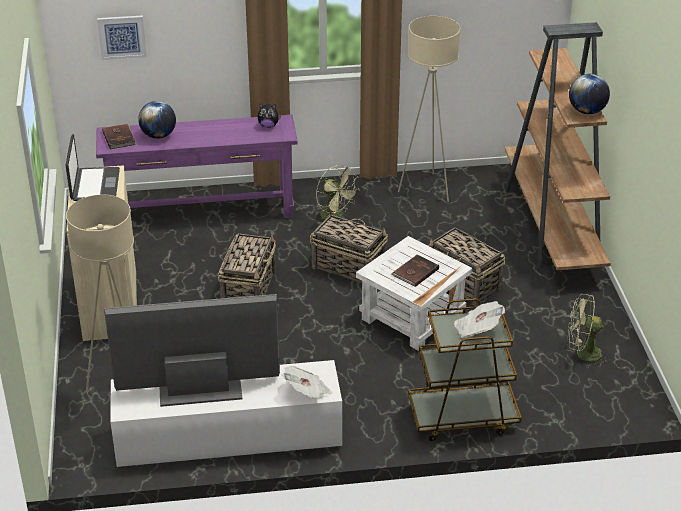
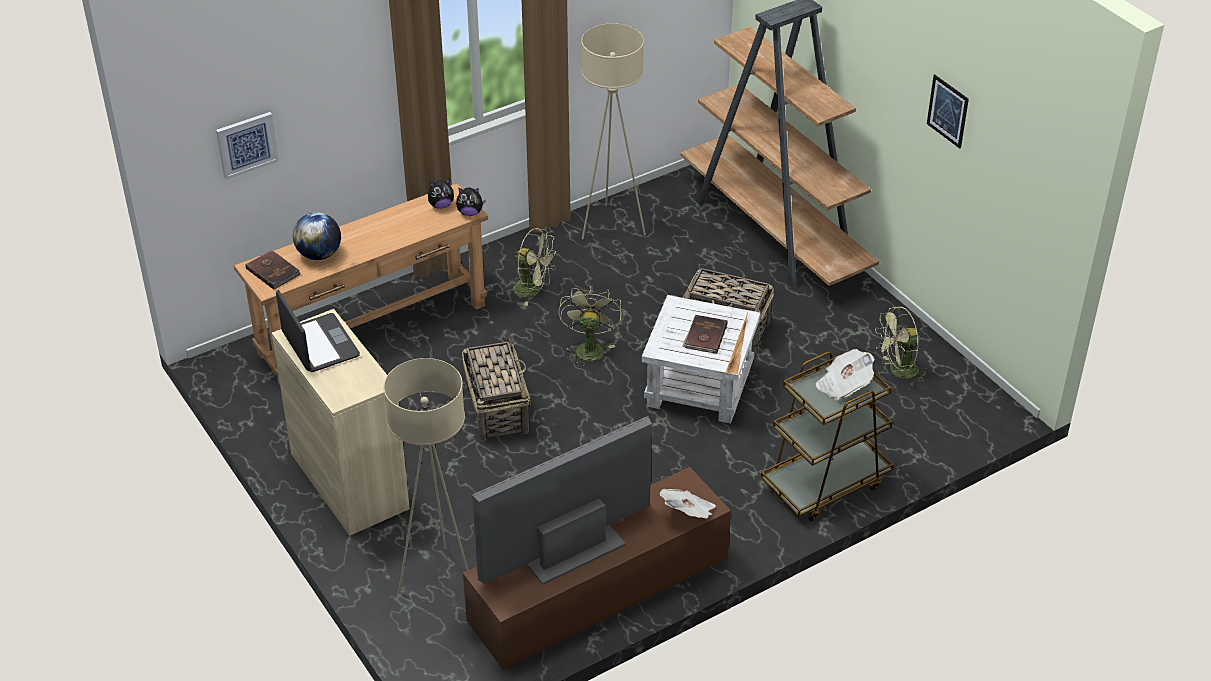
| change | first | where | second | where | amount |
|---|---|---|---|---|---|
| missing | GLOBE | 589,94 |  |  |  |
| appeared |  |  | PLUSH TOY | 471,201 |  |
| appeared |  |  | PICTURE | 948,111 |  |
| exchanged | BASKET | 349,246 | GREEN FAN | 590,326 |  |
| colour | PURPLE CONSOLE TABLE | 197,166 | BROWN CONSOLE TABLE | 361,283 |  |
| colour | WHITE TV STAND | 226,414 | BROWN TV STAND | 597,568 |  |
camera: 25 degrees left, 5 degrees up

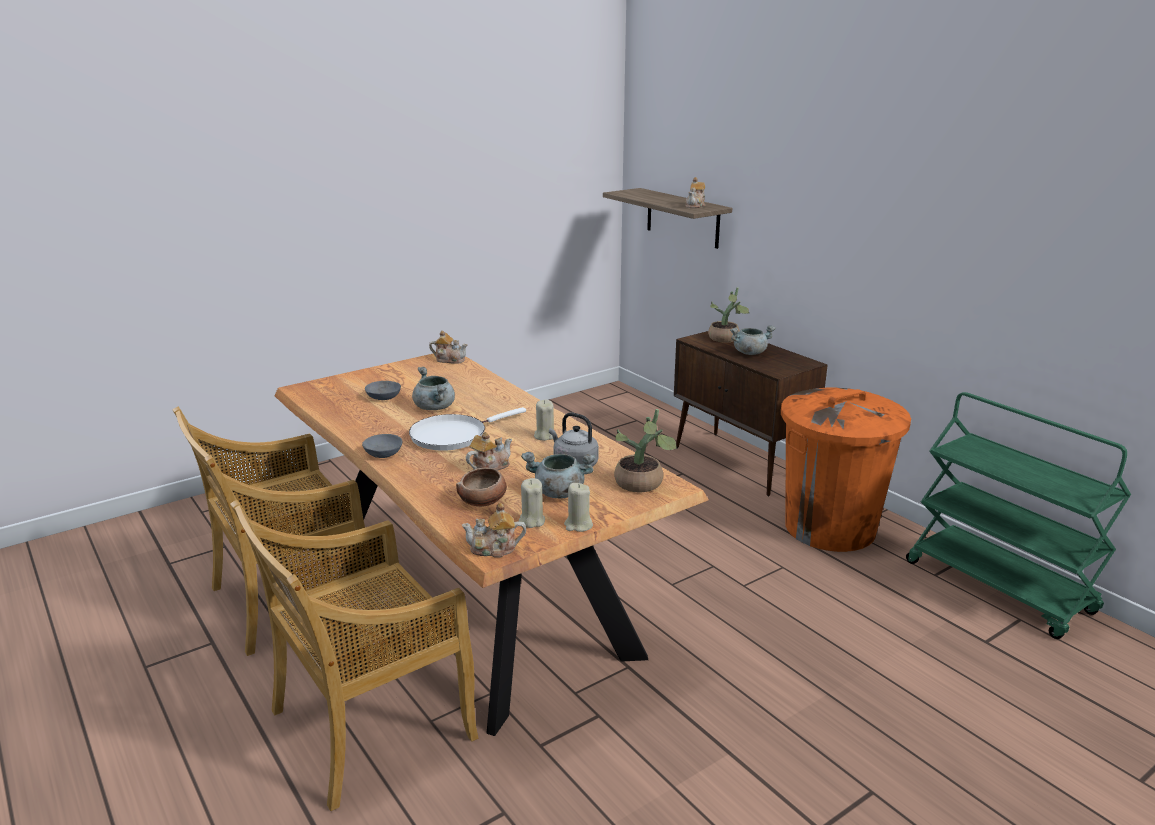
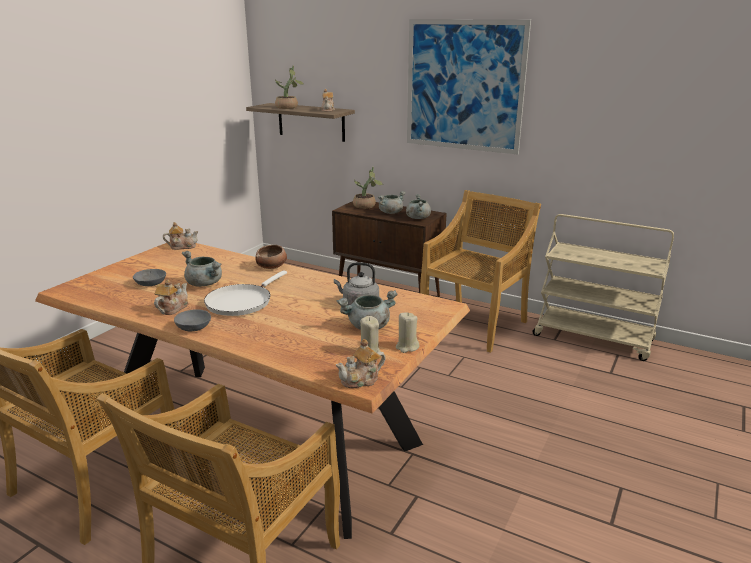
| change | first | where | second | where | amount |
|---|---|---|---|---|---|
| missing | BEIGE CANDLE | 544,420 |  |  |  |
| appeared |  |  | GREY COOKING POT | 418,206 |  |
| appeared |  |  | PICTURE | 469,86 |  |
| relocated | BOWL | 481,487 |  | 271,257 |  |
| relocated | TEAPOT | 489,451 |  | 171,297 |  |
| relocated | POTTED PLANT | 645,450 |  | 289,87 |  |
| exchanged | ORANGE TRASH CAN | 846,470 | BEIGE CHAIR | 480,271 |  |
| colour | GREEN CART | 1018,515 | BEIGE CART | 603,287 |  |
camera: 25 degrees left, 0 degrees up

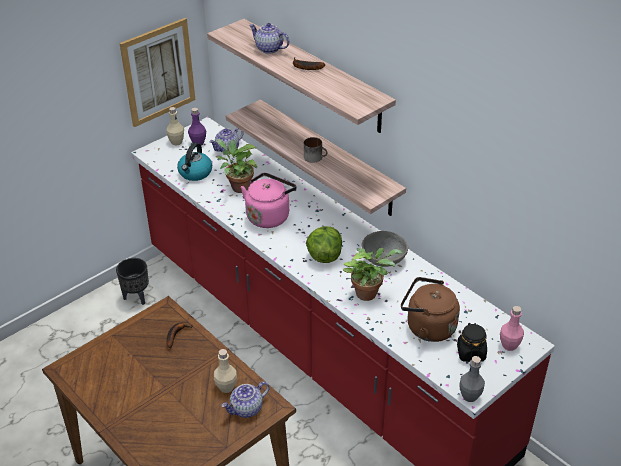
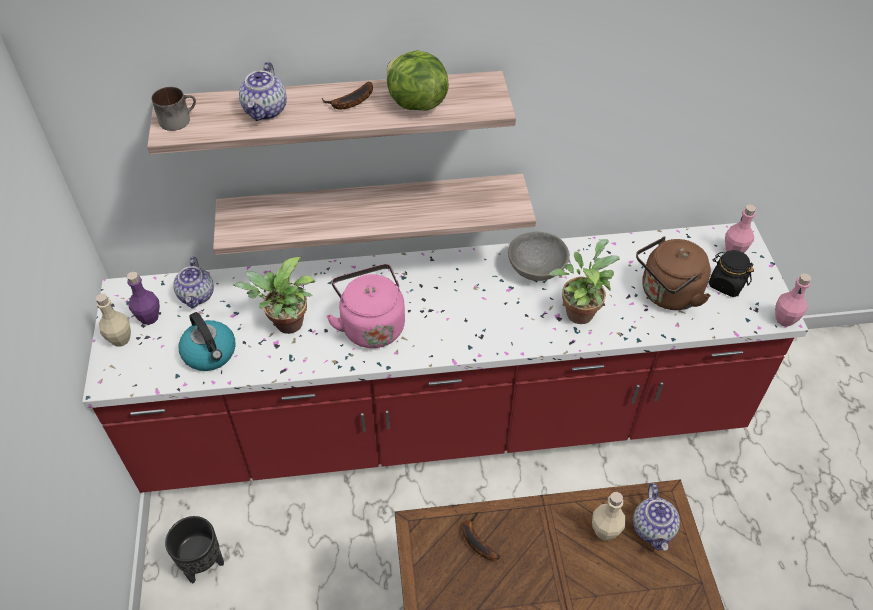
| change | first | where | second | where | amount |
|---|---|---|---|---|---|
| missing | PICTURE | 157,72 |  |  |  |
| relocated | MUG | 316,150 |  | 173,109 |  |
| relocated | LETTUCE | 324,244 |  | 417,80 |  |
| colour | GREY BOTTLE | 472,379 | PINK BOTTLE | 793,300 |  |
| spun | TEAPOT | 269,38 |  | 263,91 | 60 degrees counterclockwise |
camera: 55 degrees left, 10 degrees up

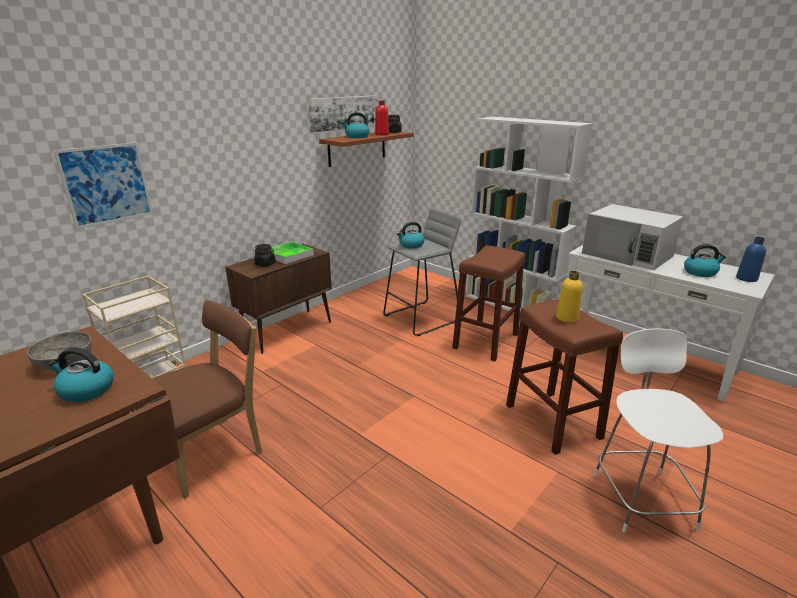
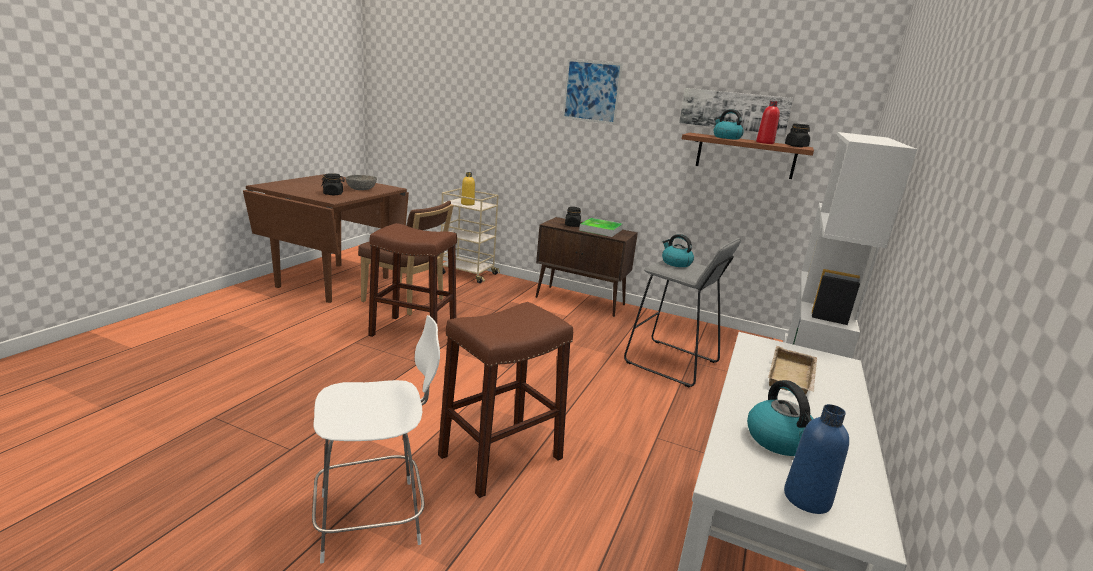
| change | first | where | second | where | amount |
|---|---|---|---|---|---|
| relocated | PICTURE | 103,185 |  | 592,91 |  |
| relocated | BROWN STOOL | 488,303 |  | 412,280 |  |
| relocated | YELLOW BOTTLE | 569,297 |  | 468,189 |  |
| exchanged | KETTLE | 81,374 | BLACK JAR | 333,184 |  |
| exchanged | WHITE MICROWAVE | 632,237 | BEIGE TRAY | 792,370 |  |
camera: 70 degrees right, 5 degrees down

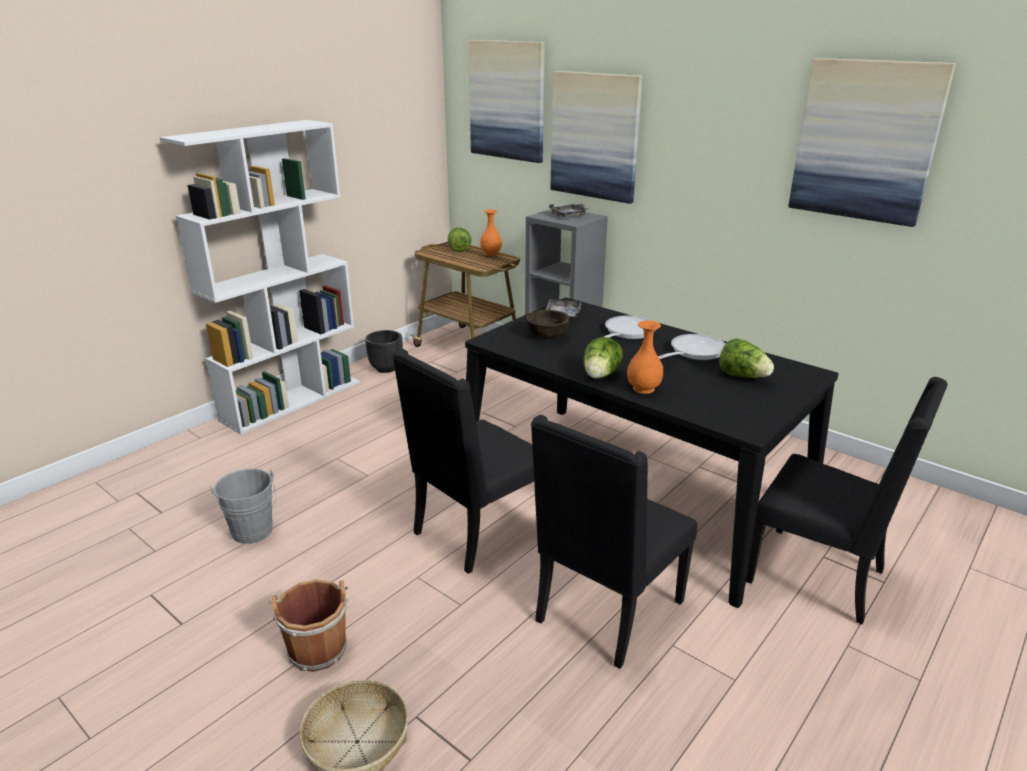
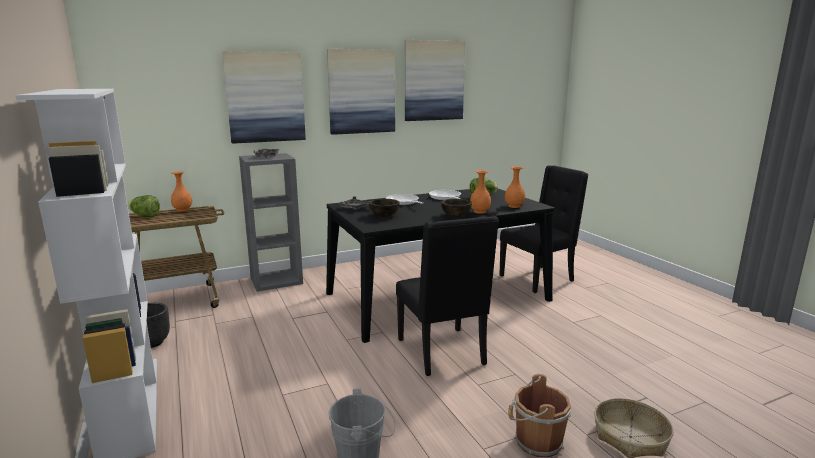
| change | first | where | second | where | amount |
|---|---|---|---|---|---|
| missing | BLACK CHAIR | 614,542 |  |  |  |
| appeared |  |  | ORANGE VASE | 515,187 |  |
| relocated | PICTURE | 506,101 |  | 361,92 |  |
| exchanged | LETTUCE | 603,358 | BROWN BOWL | 456,208 |  |
camera: 65 degrees left, 10 degrees down

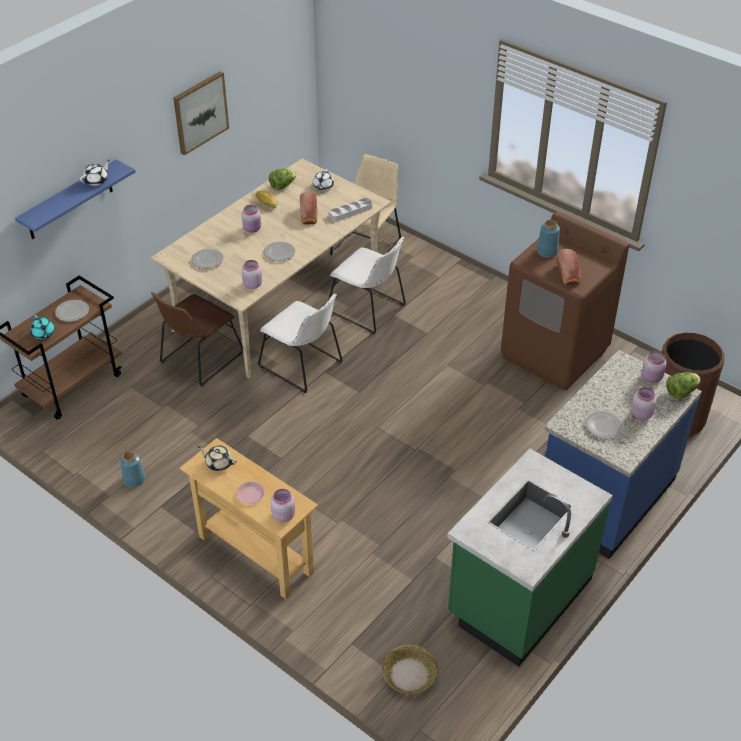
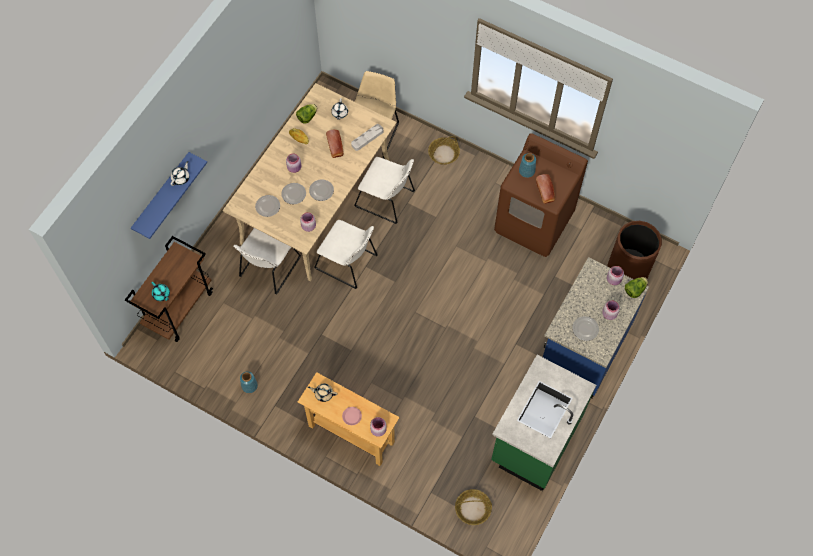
| change | first | where | second | where | amount |
|---|---|---|---|---|---|
| missing | PICTURE | 201,113 |  |  |  |
| appeared |  |  | BASKET | 444,150 |  |
| relocated | PLATE | 72,311 |  | 293,193 |  |
| colour | BROWN CHAIR | 197,339 | WHITE CHAIR | 267,261 |  |
camera: 10 degrees left, 20 degrees up

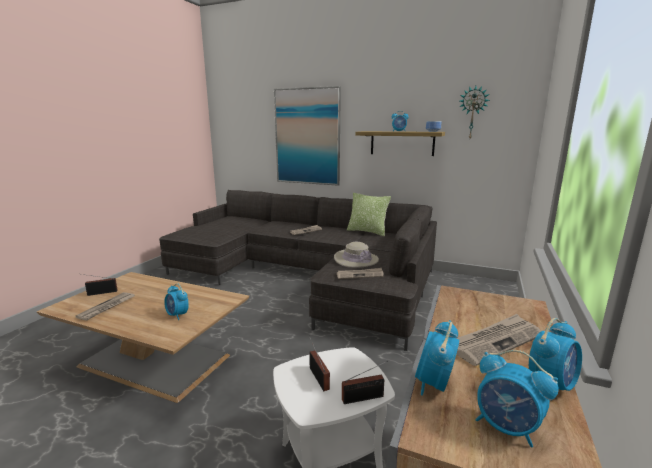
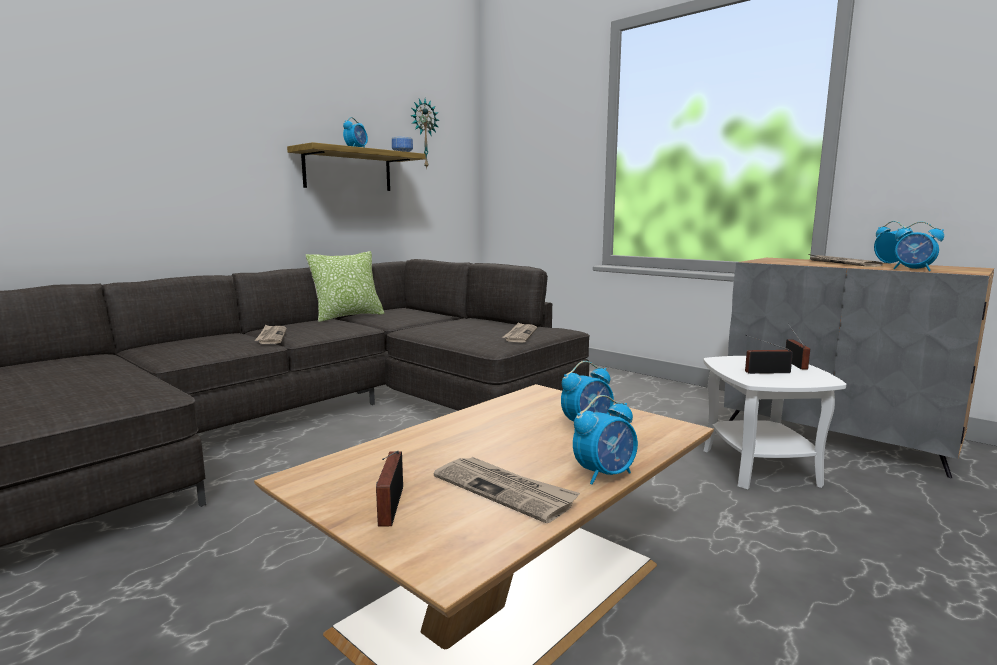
| change | first | where | second | where | amount |
|---|---|---|---|---|---|
| missing | PICTURE | 307,136 |  |  |  |
| missing | BEIGE HAT | 356,255 |  |  |  |
| relocated | ALARM CLOCK | 517,398 |  | 605,440 |  |
camera: 70 degrees left, 5 degrees down

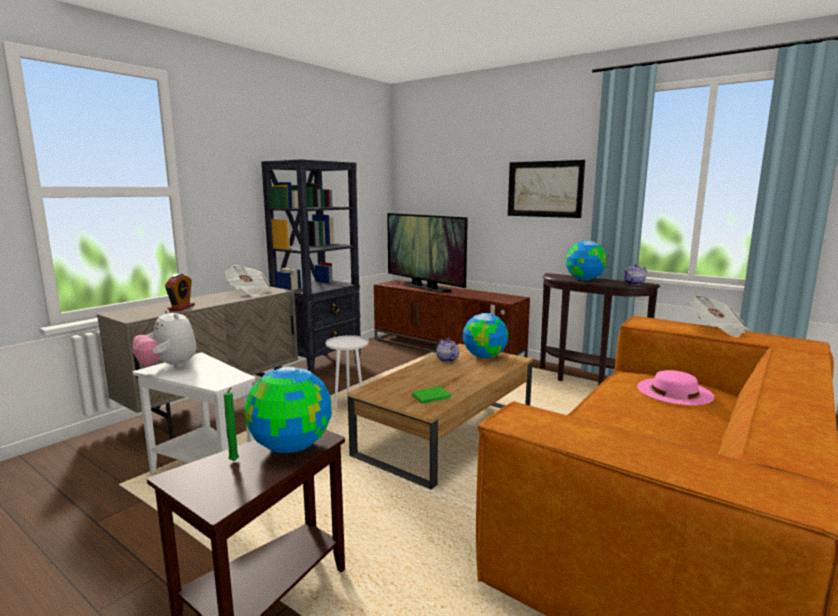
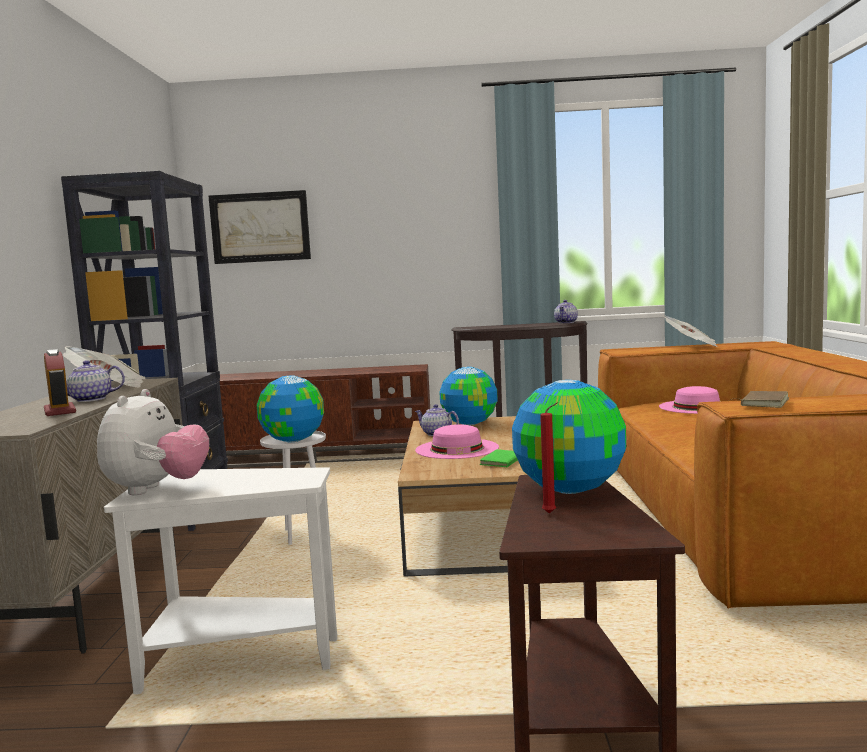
| change | first | where | second | where | amount |
|---|---|---|---|---|---|
| missing | TELEVISION | 427,253 |  |  |  |
| appeared |  |  | TEAPOT | 95,381 |  |
| appeared |  |  | PINK HAT | 457,441 |  |
| appeared |  |  | BROWN BOOK | 759,399 |  |
| relocated | PICTURE | 546,189 |  | 260,227 |  |
| relocated | GLOBE | 586,260 |  | 290,408 |  |
| colour | GREEN CANDLE | 231,424 | RED CANDLE | 549,458 |  |
| spun | PLUSH TOY | 164,338 |  | 153,442 | 90 degrees counterclockwise |
camera: 35 degrees left, 5 degrees down

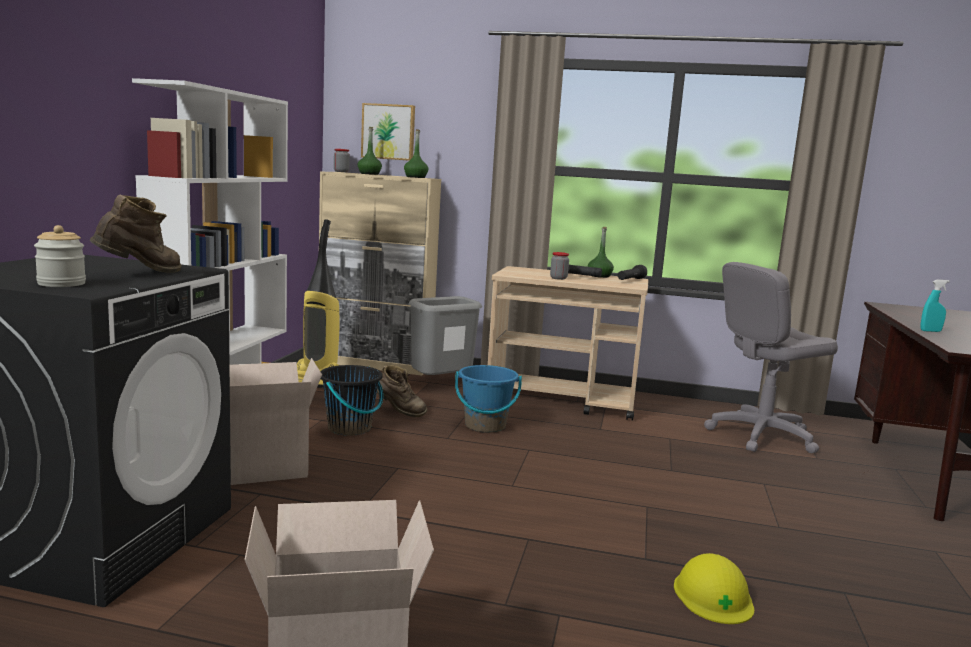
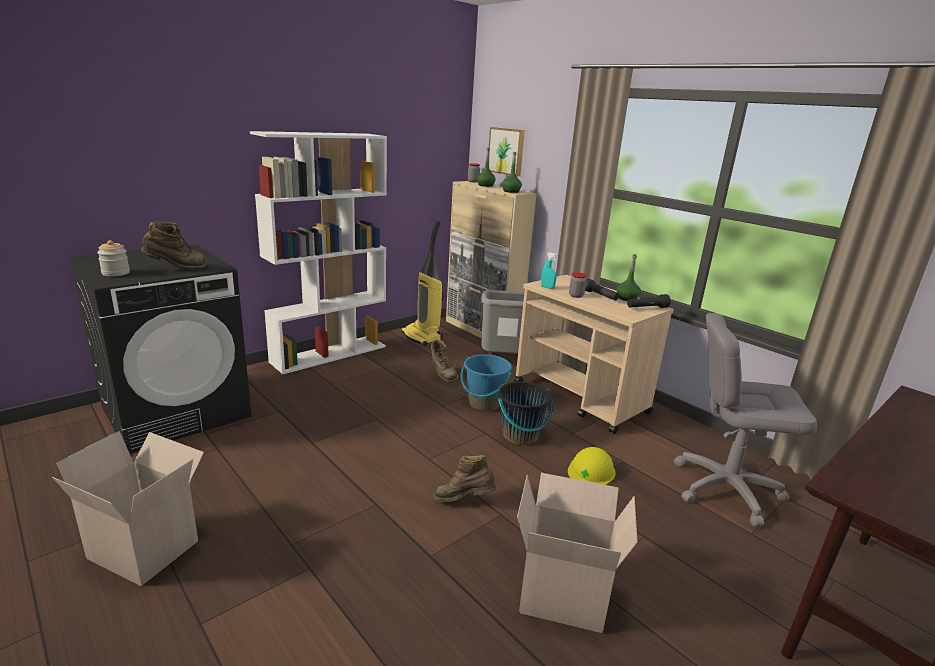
| change | first | where | second | where | amount |
|---|---|---|---|---|---|
| appeared |  |  | BROWN BOOT | 465,478 |  |
| relocated | CARDBOARD BOX | 275,421 |  | 577,553 |  |
| relocated | BLACK BUCKET | 351,400 |  | 525,413 |  |
| relocated | YELLOW HARD HAT | 714,588 |  | 591,466 |  |
| relocated | TURQUOISE SPRAY BOTTLE | 935,305 |  | 549,270 |  |
camera: 35 degrees right, 10 degrees up

